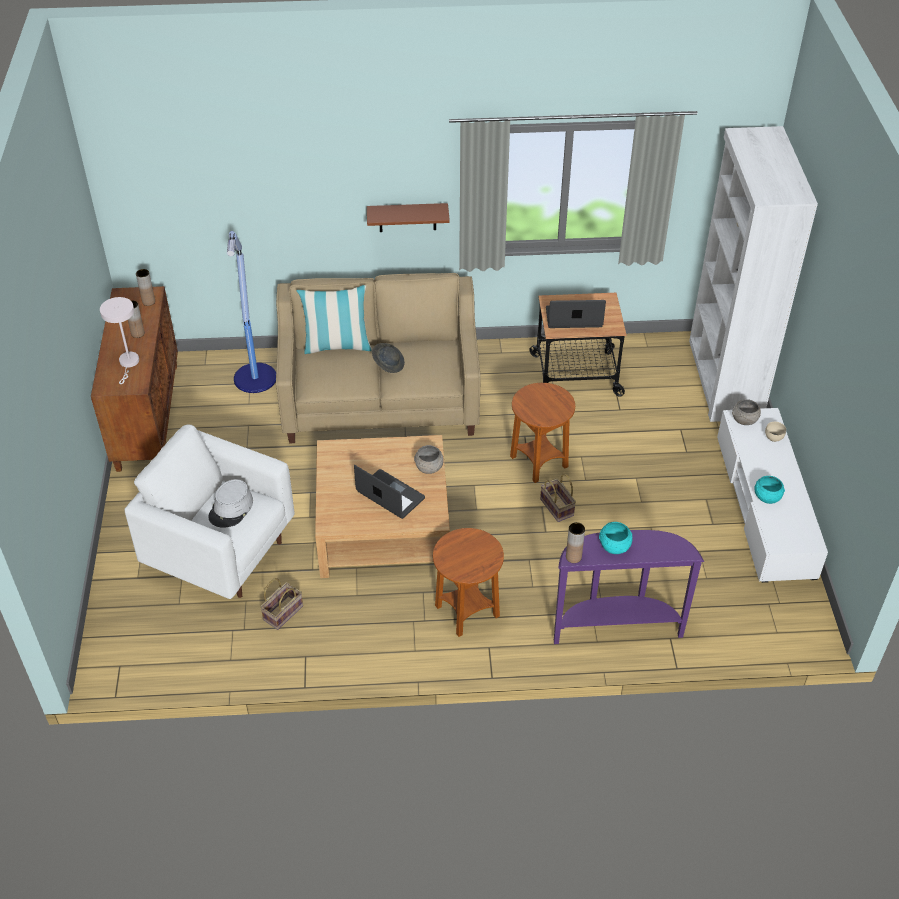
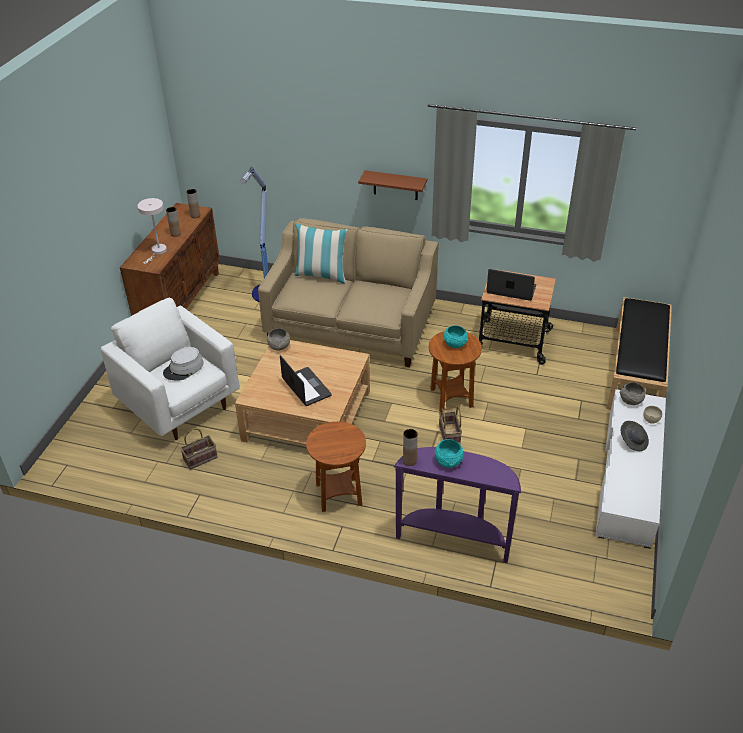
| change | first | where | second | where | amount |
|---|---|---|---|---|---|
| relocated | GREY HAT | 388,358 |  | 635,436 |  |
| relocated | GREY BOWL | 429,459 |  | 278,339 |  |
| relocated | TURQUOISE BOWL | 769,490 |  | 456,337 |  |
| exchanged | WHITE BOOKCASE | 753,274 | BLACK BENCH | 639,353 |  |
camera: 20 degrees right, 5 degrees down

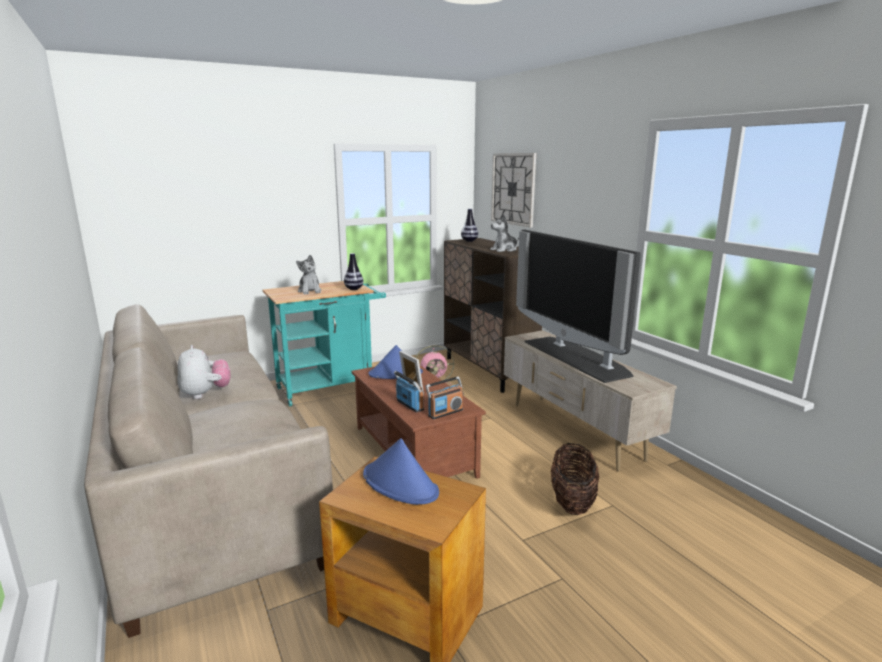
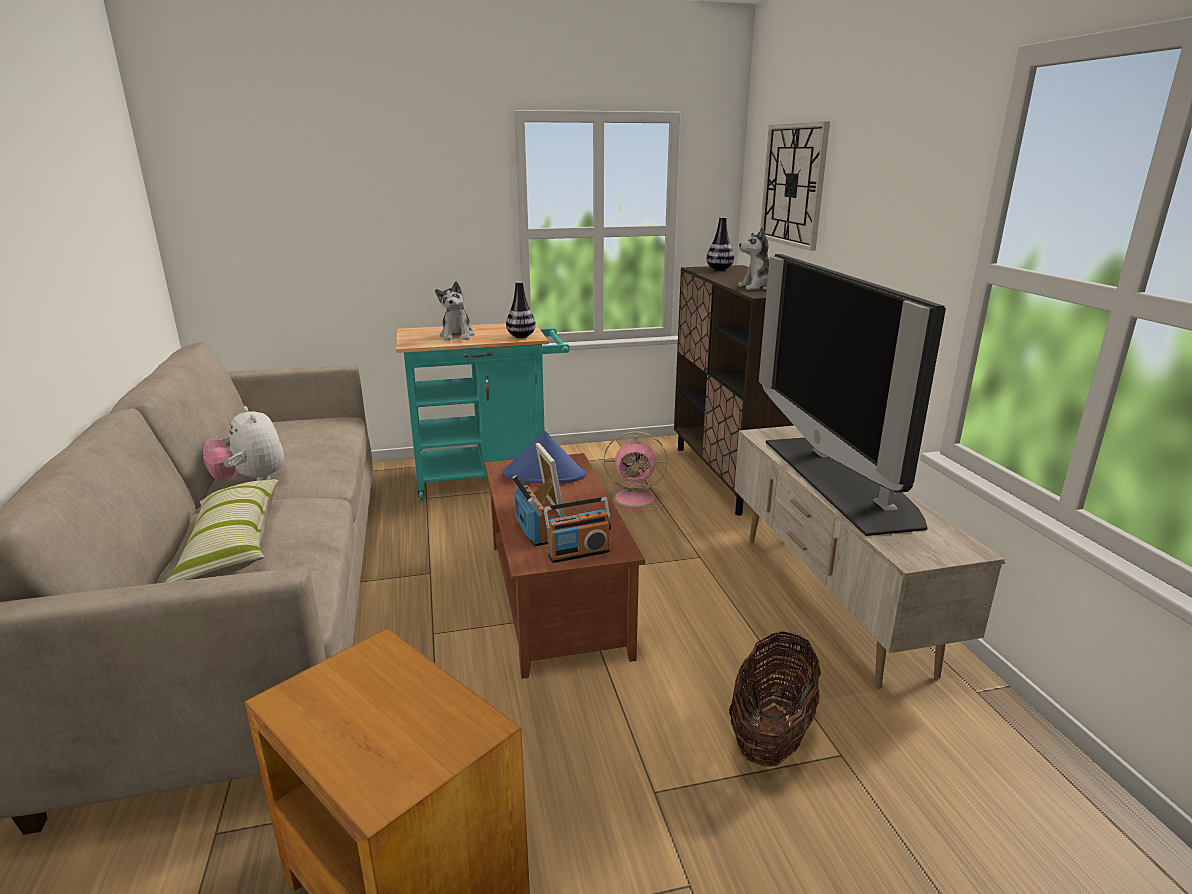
| change | first | where | second | where | amount |
|---|---|---|---|---|---|
| missing | BLUE HAT | 401,471 |  |  |  |
| appeared |  |  | PILLOW | 222,530 |  |
| spun | PLUSH TOY | 204,372 |  | 243,443 | 150 degrees clockwise |
camera: 15 degrees right, 5 degrees up

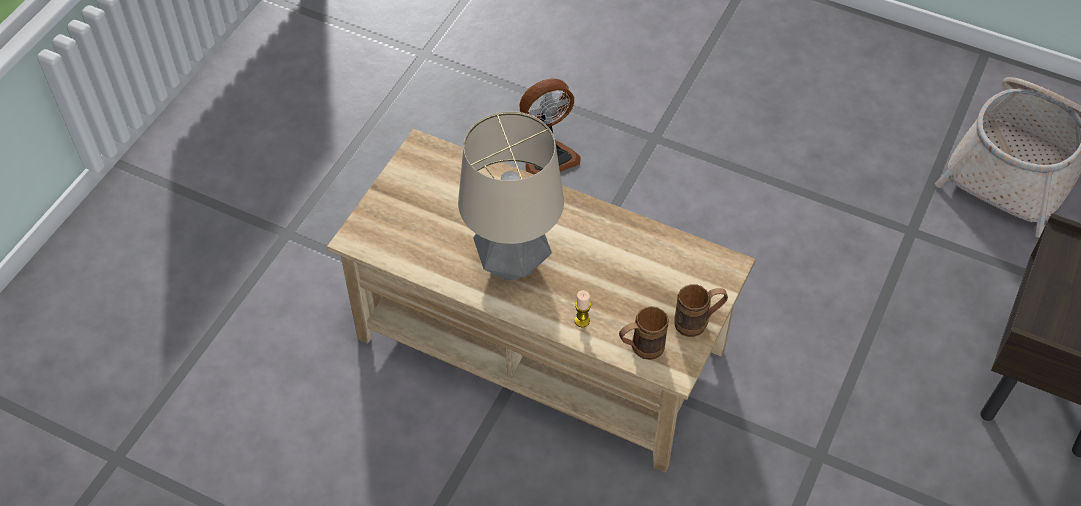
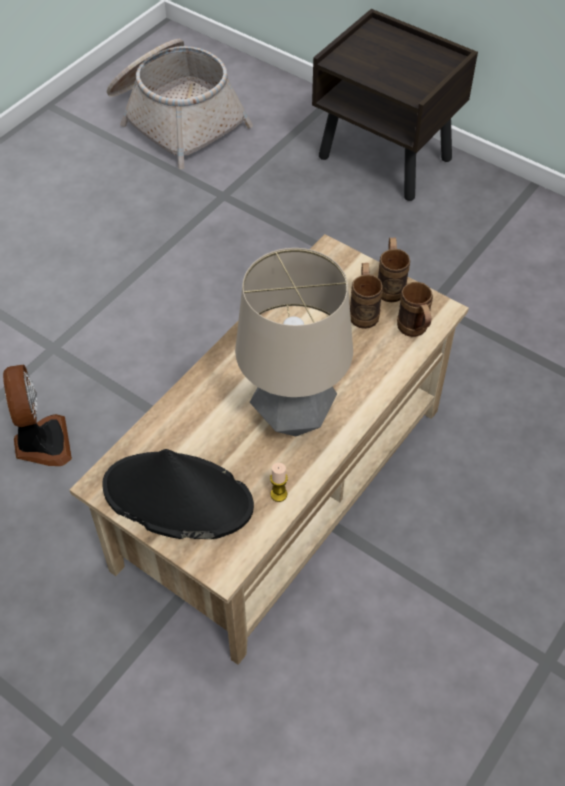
| change | first | where | second | where | amount |
|---|---|---|---|---|---|
| appeared |  |  | BLACK HAT | 178,494 |  |
| appeared |  |  | BROWN MUG | 366,296 |  |
| relocated | CANDLE | 583,308 |  | 279,482 |  |
camera: 80 degrees left, 0 degrees up

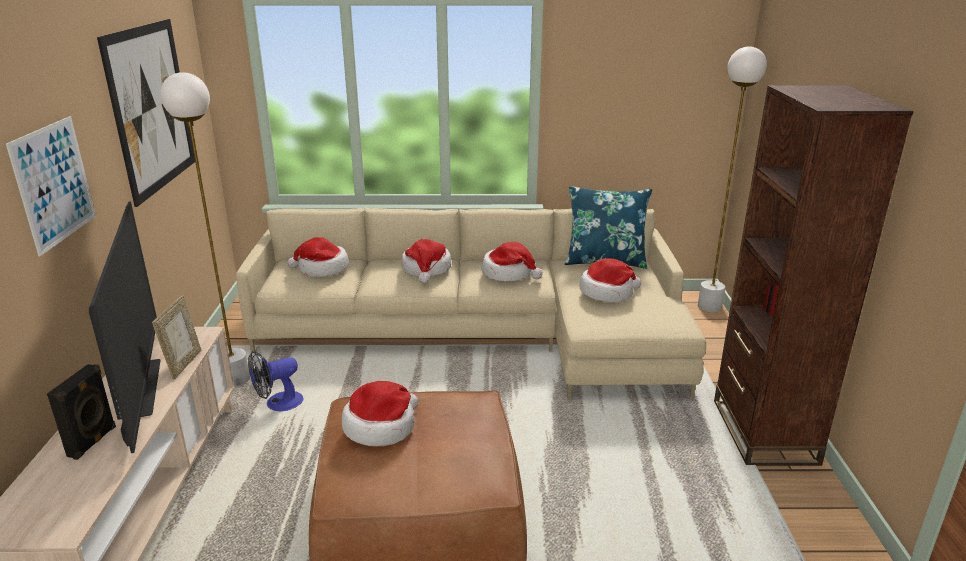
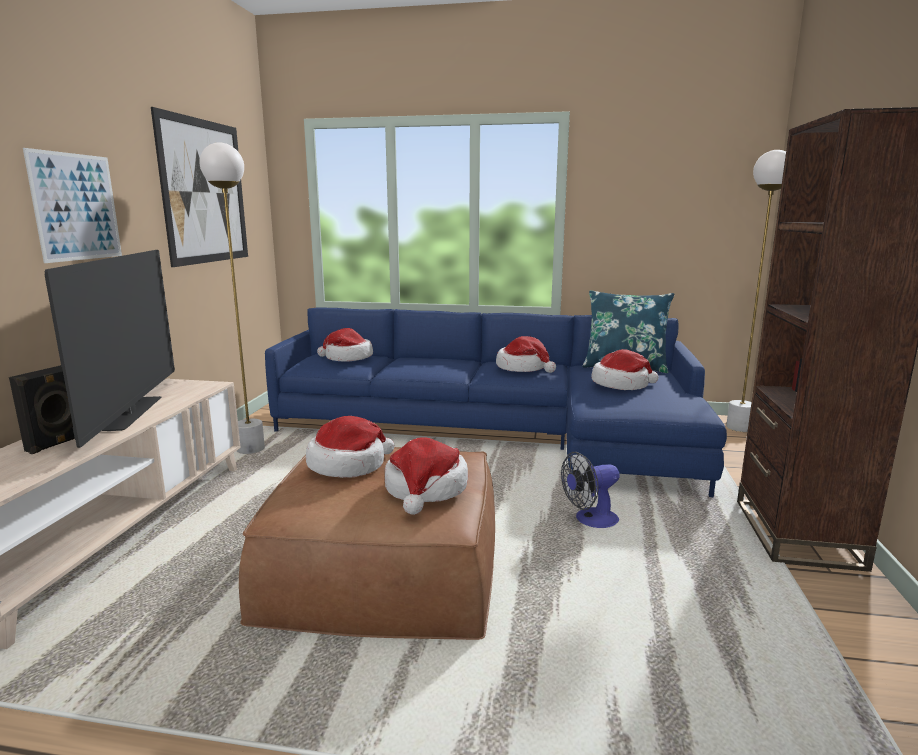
| change | first | where | second | where | amount |
|---|---|---|---|---|---|
| missing | PICTURE FRAME | 176,338 |  |  |  |
| relocated | FAN | 276,381 |  | 590,490 |  |
| relocated | HAT | 426,261 |  | 426,476 |  |
| colour | BEIGE SOFA | 471,303 | BLUE SOFA | 496,402 |  |
camera: 10 degrees right, 10 degrees down

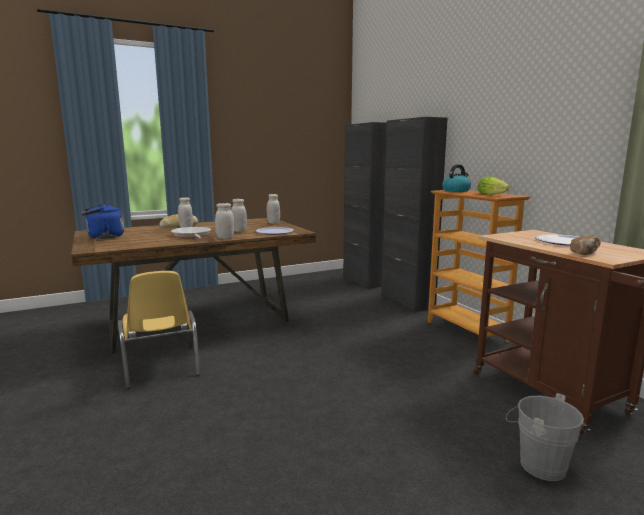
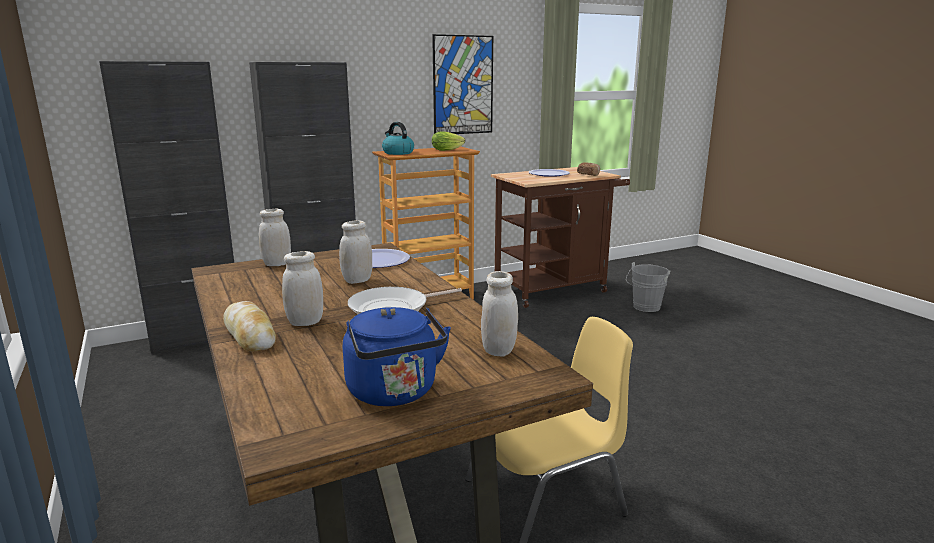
| change | first | where | second | where | amount |
|---|---|---|---|---|---|
| appeared |  |  | PICTURE | 462,84 |  |
| relocated | WHITE JAR | 224,221 |  | 499,314 |  |
camera: 90 degrees left, 5 degrees up

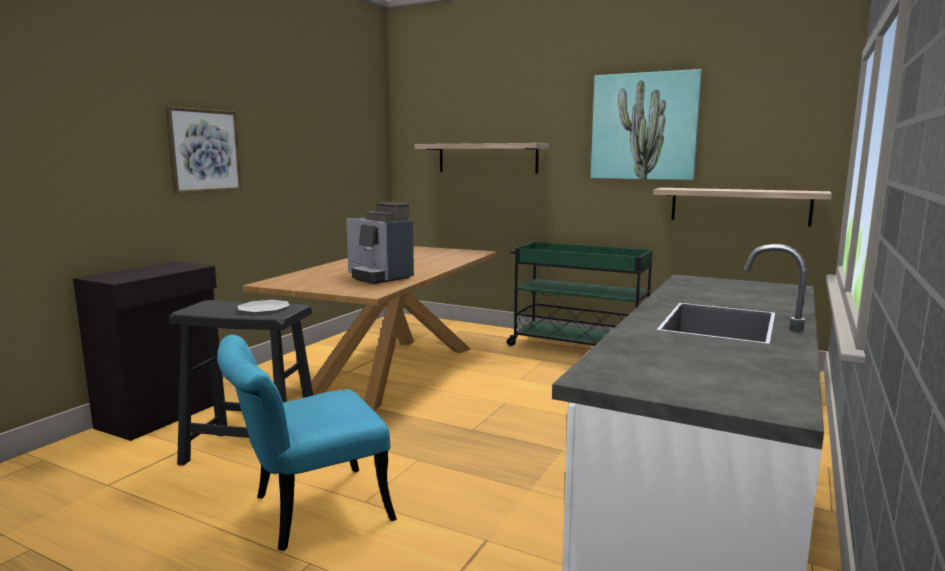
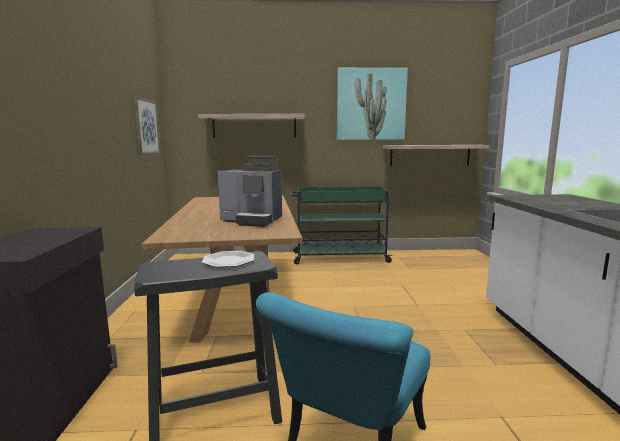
| change | first | where | second | where | amount |
|---|---|---|---|---|---|
| relocated | PICTURE | 203,150 |  | 147,125 |  |
camera: 30 degrees left, 0 degrees up

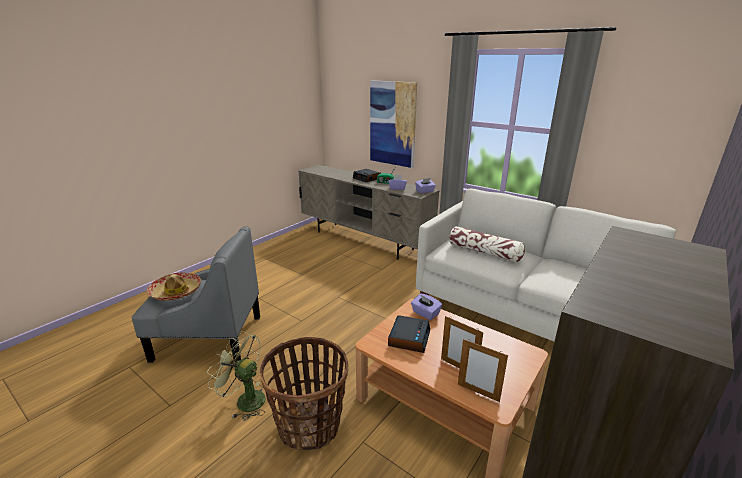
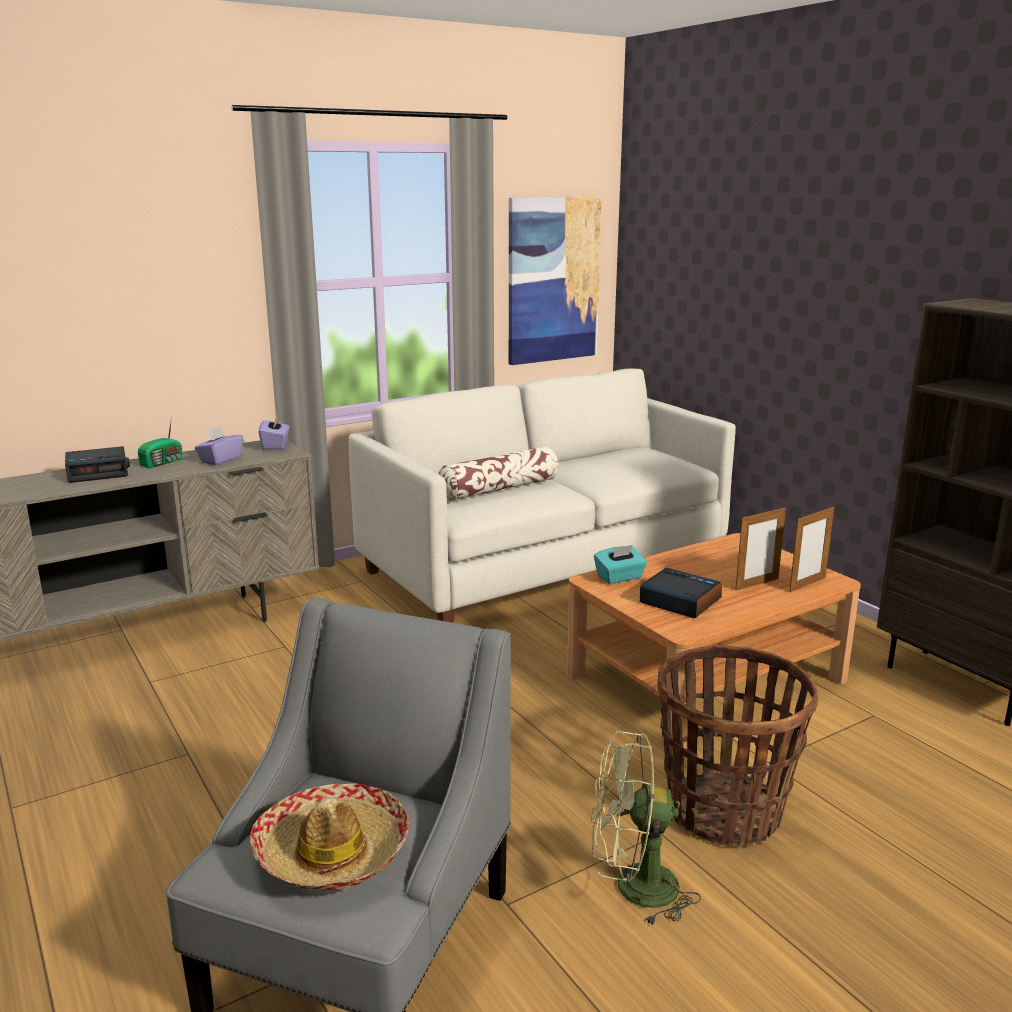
| change | first | where | second | where | amount |
|---|---|---|---|---|---|
| relocated | PICTURE | 393,124 |  | 555,280 |  |
| colour | PURPLE TISSUE BOX | 426,306 | TURQUOISE TISSUE BOX | 620,564 |  |
| spun | GREEN FAN | 236,376 |  | 646,829 | 45 degrees clockwise |
camera: 70 degrees left, 5 degrees down

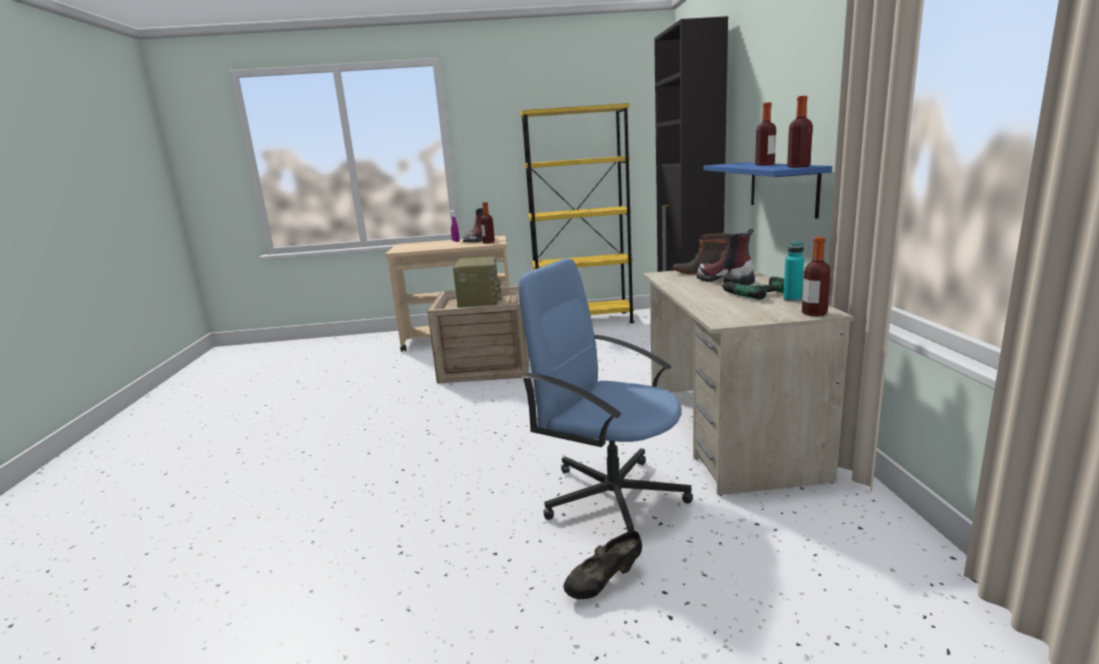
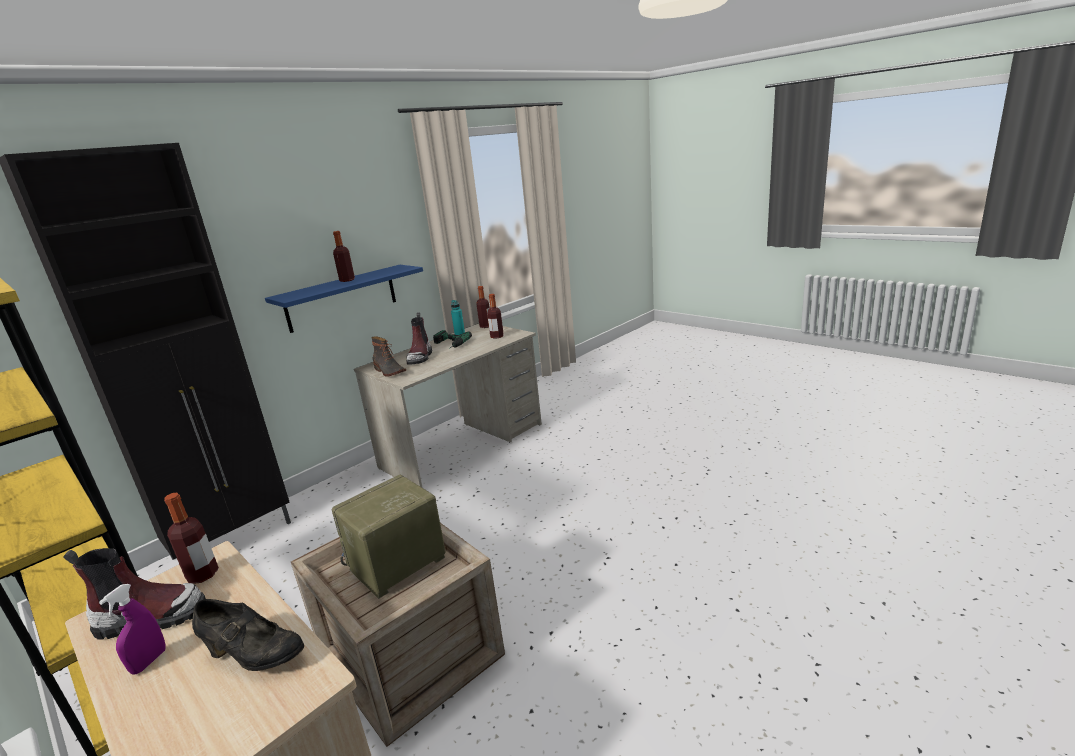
| change | first | where | second | where | amount |
|---|---|---|---|---|---|
| missing | BLUE OFFICE CHAIR | 606,395 |  |  |  |
| relocated | BLACK SHOE | 602,565 |  | 248,635 |  |
| relocated | BOTTLE | 800,132 |  | 495,316 |  |
camera: 130 degrees left, 5 degrees up

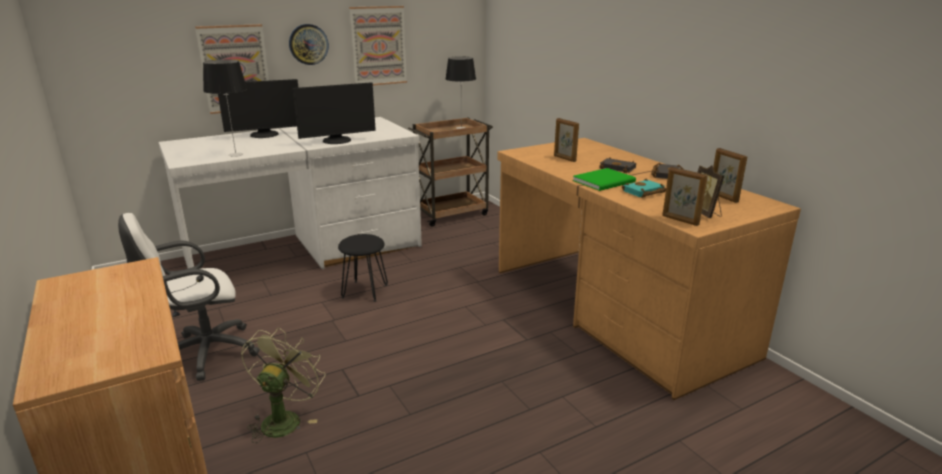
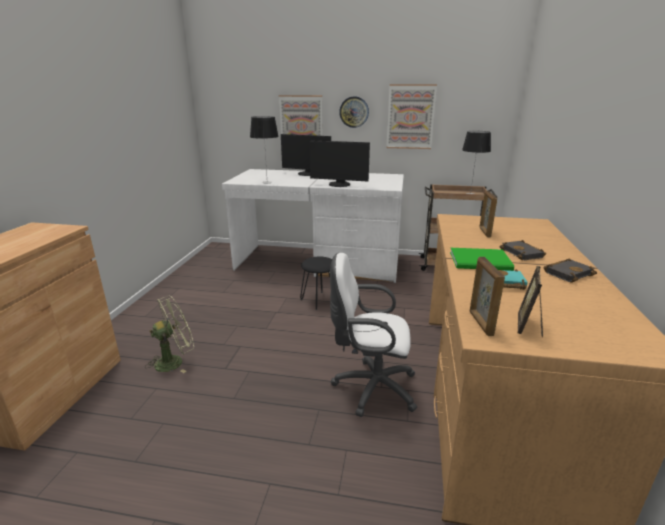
| change | first | where | second | where | amount |
|---|---|---|---|---|---|
| missing | PICTURE FRAME | 730,175 |  |  |  |
| relocated | WHITE OFFICE CHAIR | 189,297 |  | 373,335 |  |
camera: 40 degrees right, 0 degrees up

